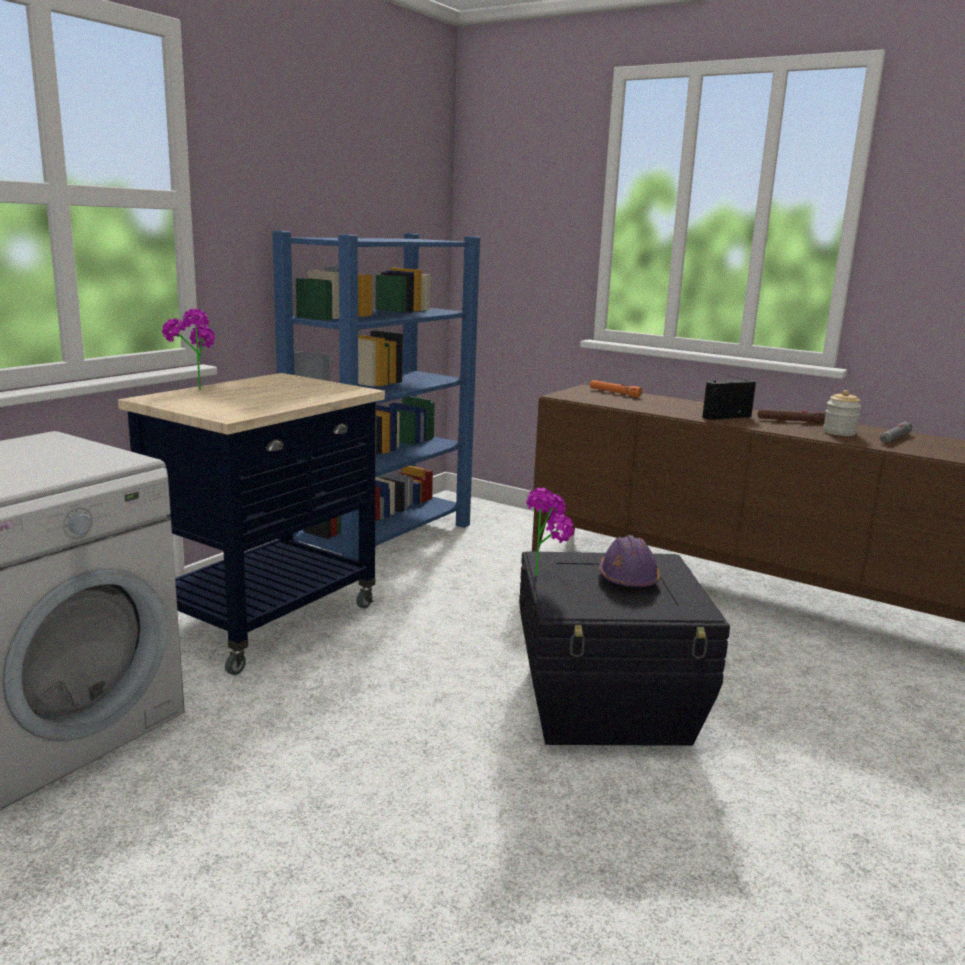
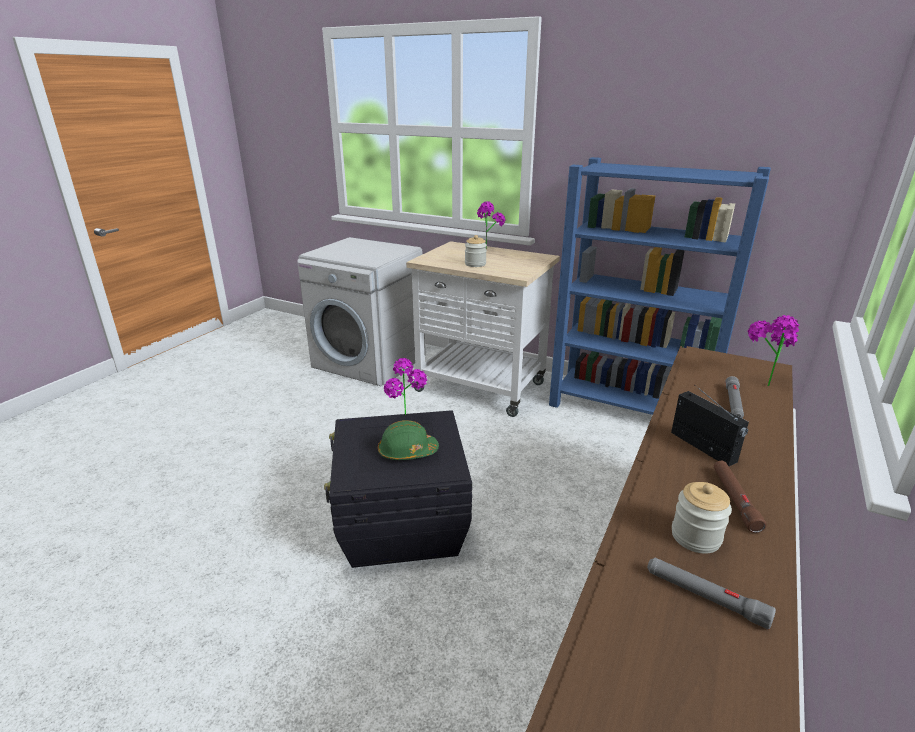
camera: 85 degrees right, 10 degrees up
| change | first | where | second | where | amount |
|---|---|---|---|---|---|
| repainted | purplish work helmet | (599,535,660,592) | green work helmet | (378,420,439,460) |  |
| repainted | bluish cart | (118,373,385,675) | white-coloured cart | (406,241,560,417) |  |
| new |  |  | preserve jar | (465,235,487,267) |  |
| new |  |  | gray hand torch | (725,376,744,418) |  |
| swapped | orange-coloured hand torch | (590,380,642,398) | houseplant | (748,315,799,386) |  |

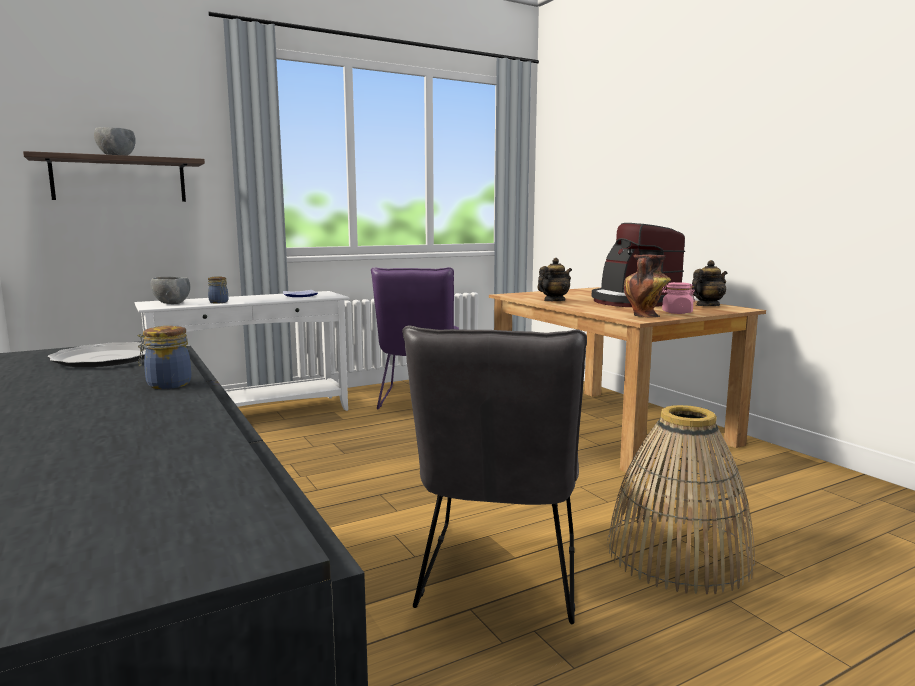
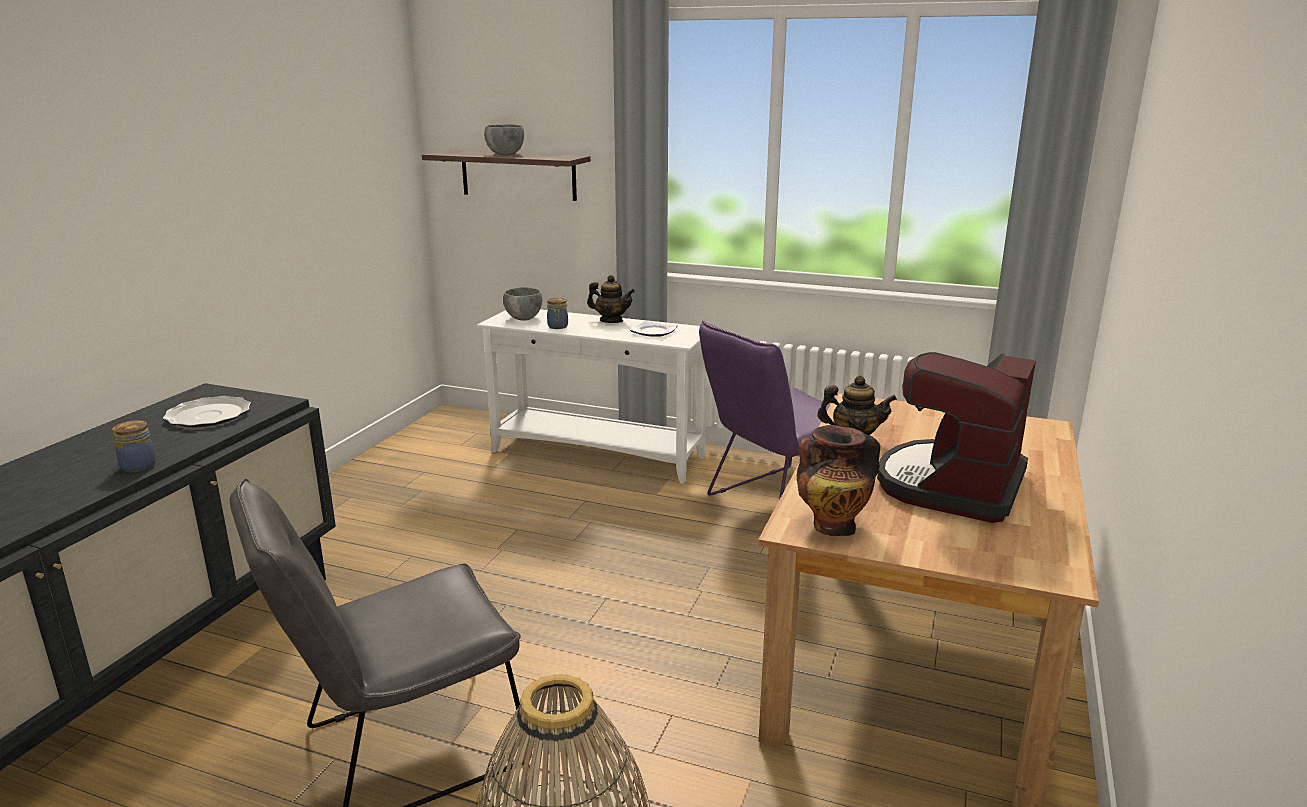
camera: 50 degrees right, 10 degrees up
| change | first | where | second | where | amount |
|---|---|---|---|---|---|
| shifted | tea pot | (691,260,727,306) |  | (587,275,635,323) |  |
| gone | pink preserve jar | (662,282,695,314) |  |  |  |

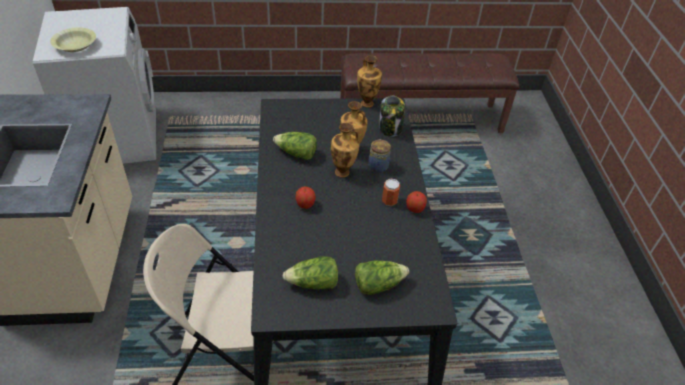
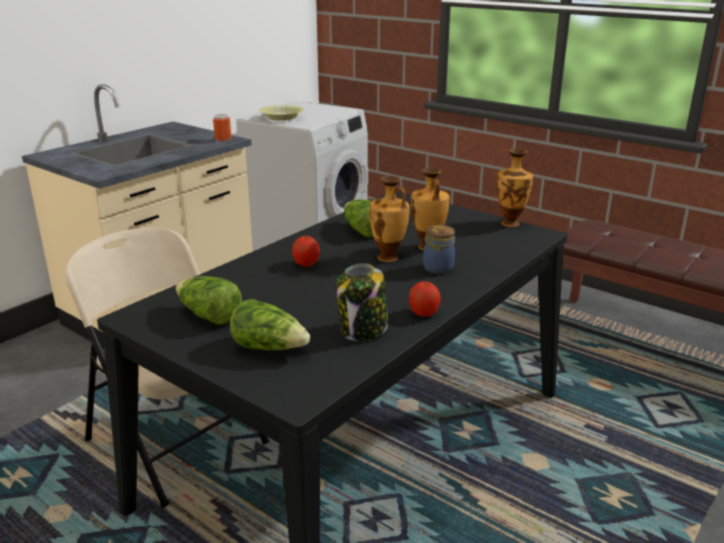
camera: 45 degrees right, 20 degrees down
| change | first | where | second | where | amount |
|---|---|---|---|---|---|
| shifted | metal can | (382,178,400,206) |  | (213,114,231,142) |  |
| shifted | preserve jar | (379,96,405,137) |  | (336,263,388,341) |  |

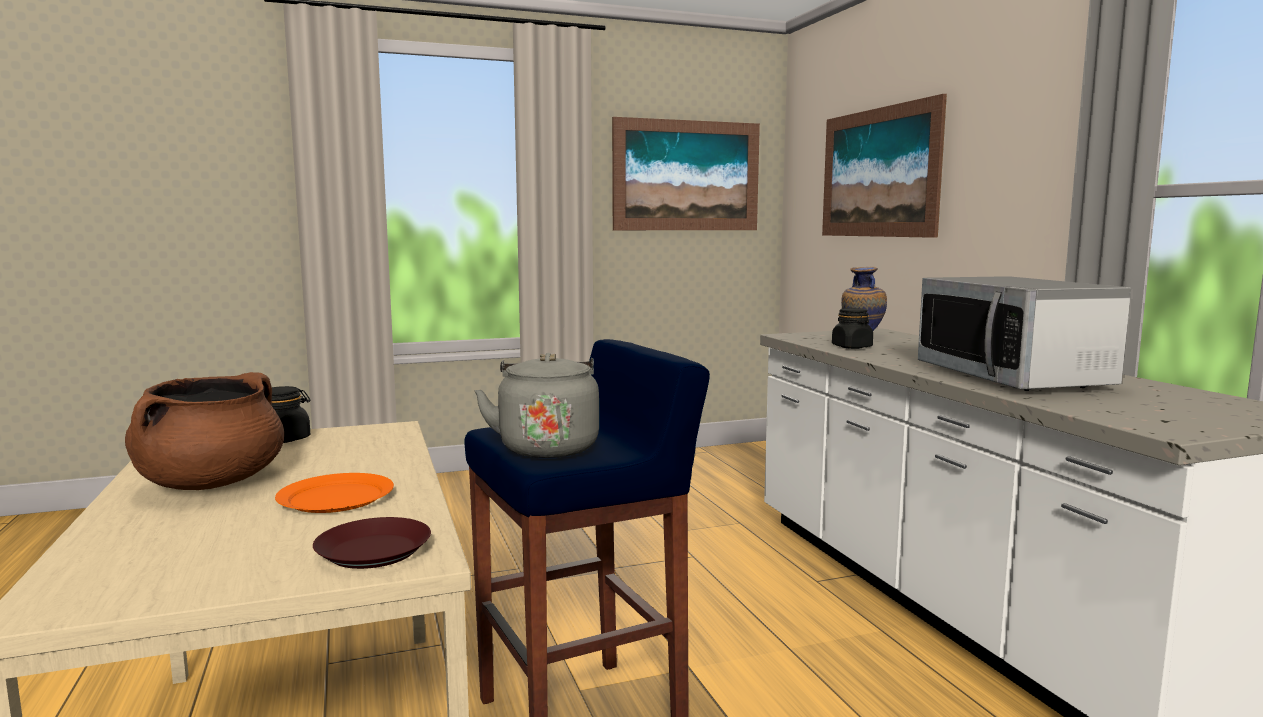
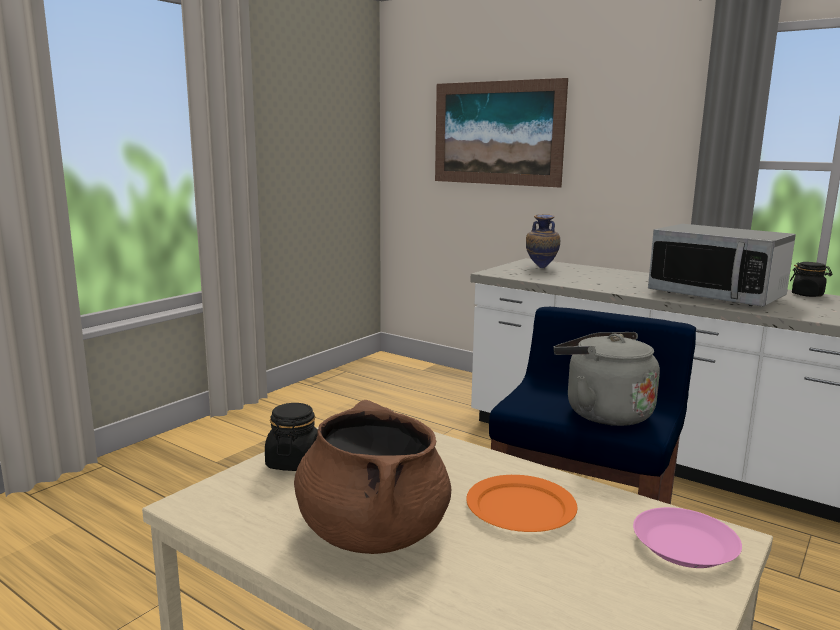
camera: 35 degrees left, 5 degrees up
| change | first | where | second | where | amount |
|---|---|---|---|---|---|
| repainted | brown plate | (313,517,431,569) | pink plate | (633,507,742,568) |  |
| shifted | blackish preserve jar | (832,308,873,349) |  | (790,262,832,297) |  |
| gone | wall picture | (612,117,760,230) |  |  |  |

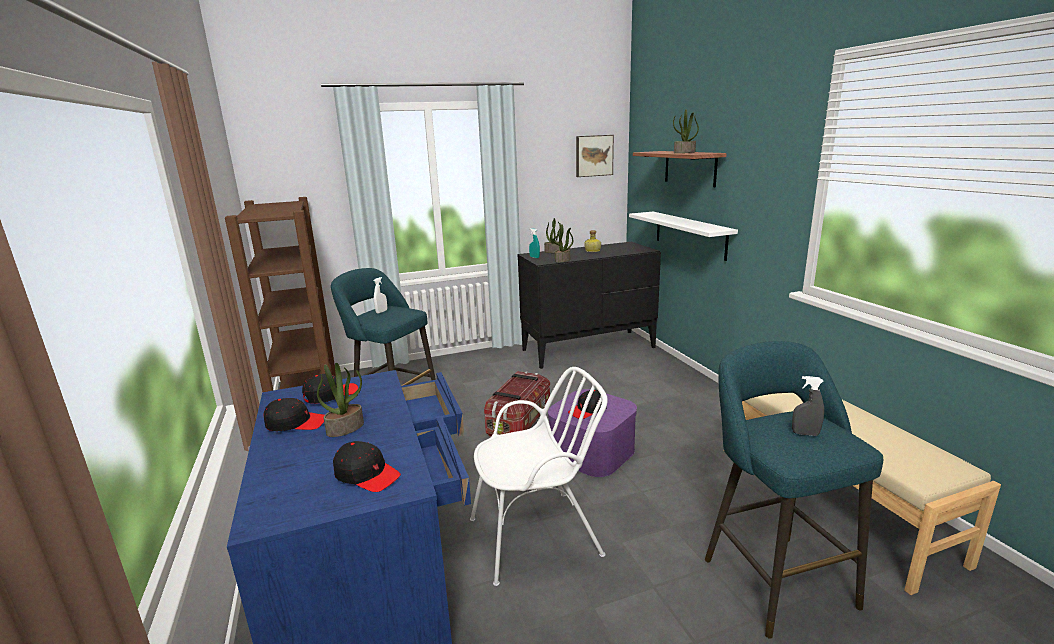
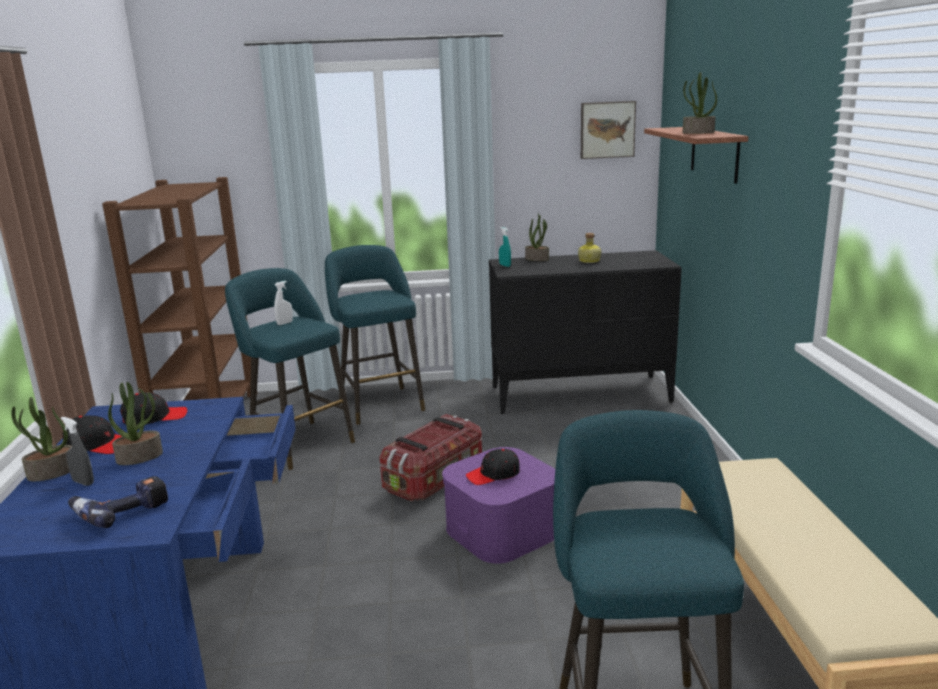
camera: 15 degrees right, 0 degrees up
| change | first | where | second | where | amount |
|---|---|---|---|---|---|
| shifted | houseplant | (551,224,573,262) |  | (11,397,72,481) |  |
| shifted | gray hand sprayer | (792,376,824,436) |  | (61,417,94,486) |  |
| swapped | blackish cap | (333,441,401,492) | drill | (68,476,168,528) |  |
| new |  |  | blue-green stool seat | (325,245,425,425) |  |
| gone | white-coloured chair | (470,367,608,586) |  |  |  |
| gone | white-coloured bracket shelf | (629,212,738,261) |  |  |  |

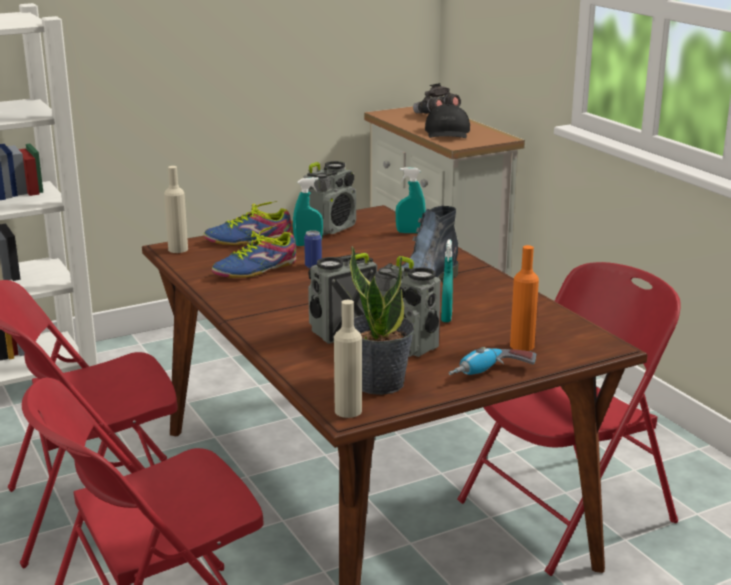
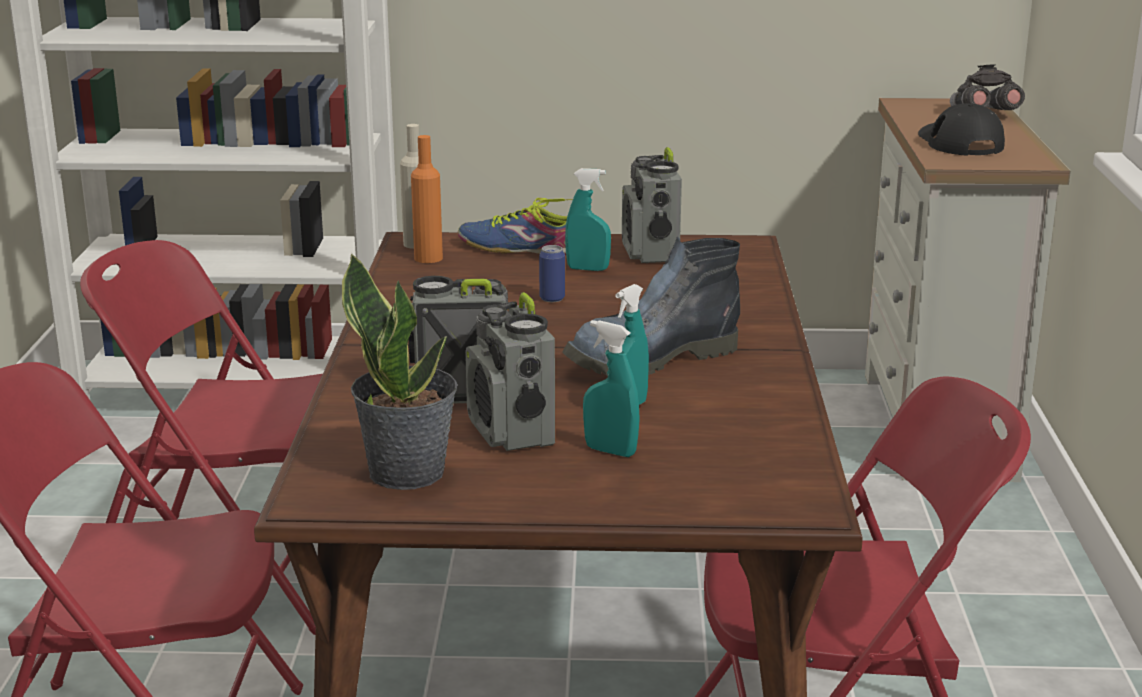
camera: 30 degrees right, 0 degrees up
| change | first | where | second | where | amount |
|---|---|---|---|---|---|
| shifted | orange-coloured beverage bottle | (510,245,539,351) |  | (411,135,443,263) |  |
| shifted | blue-green hand sprayer | (396,168,426,233) |  | (583,320,640,457) |  |
| rotated | radio receiver | (304,161,356,235) |  | (622,147,682,263) | 105 degrees clockwise |
| rotated | blackish cap | (425,104,470,138) |  | (918,103,1005,156) | 135 degrees clockwise |
| gone | item of footwear | (212,225,296,278) |  |  |  |
| gone | sand-coloured beverage bottle | (334,300,362,418) |  |  |  |
| gone | drill | (449,347,536,375) |  |  |  |

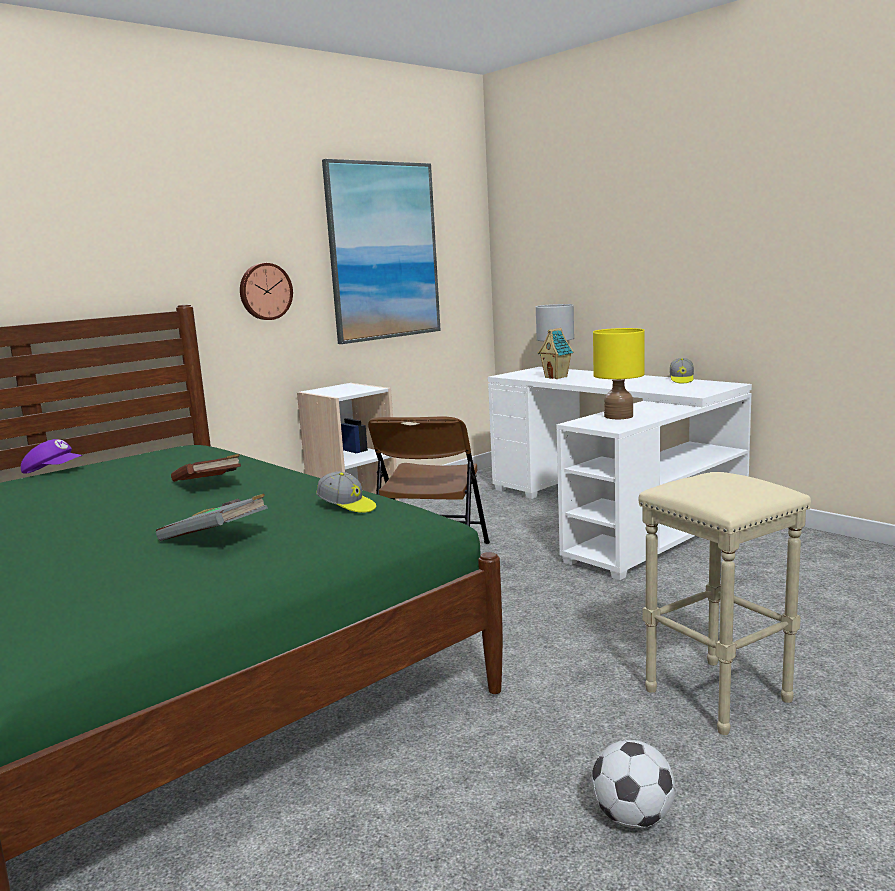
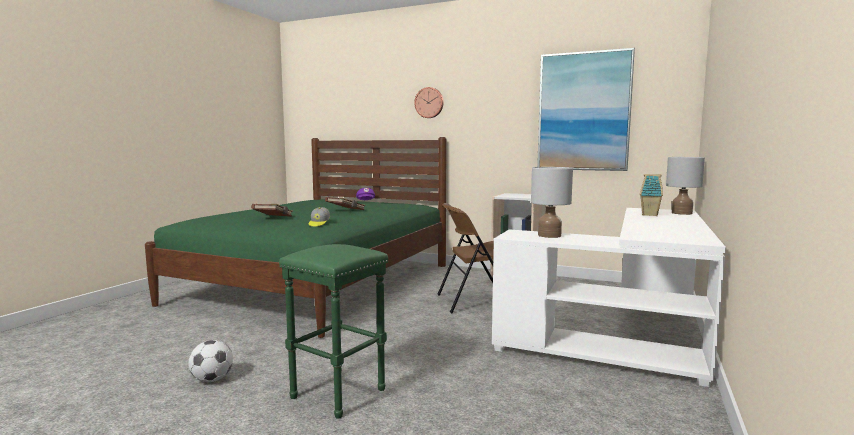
camera: 65 degrees right, 5 degrees down
| change | first | where | second | where | amount |
|---|---|---|---|---|---|
| repainted | gray volume | (156,494,268,541) | brown volume | (251,204,293,217) |  |
| repainted | sand-coloured stool seat | (638,472,811,735) | green stool seat | (279,244,388,419) |  |
| shifted | clock on the wall | (240,263,293,320) |  | (414,87,444,118) |  |
| repainted | yellow-coloured tabletop lamp | (593,328,644,419) | gray tabletop lamp | (531,167,573,238) |  |
| gone | cap | (670,358,694,383) |  |  |  |

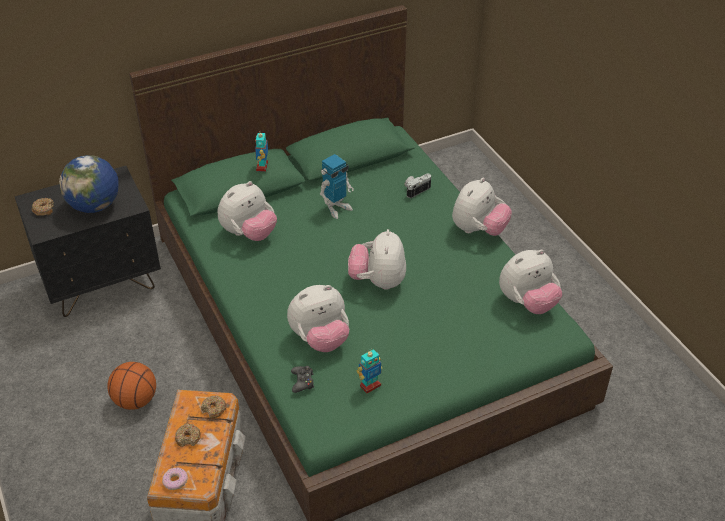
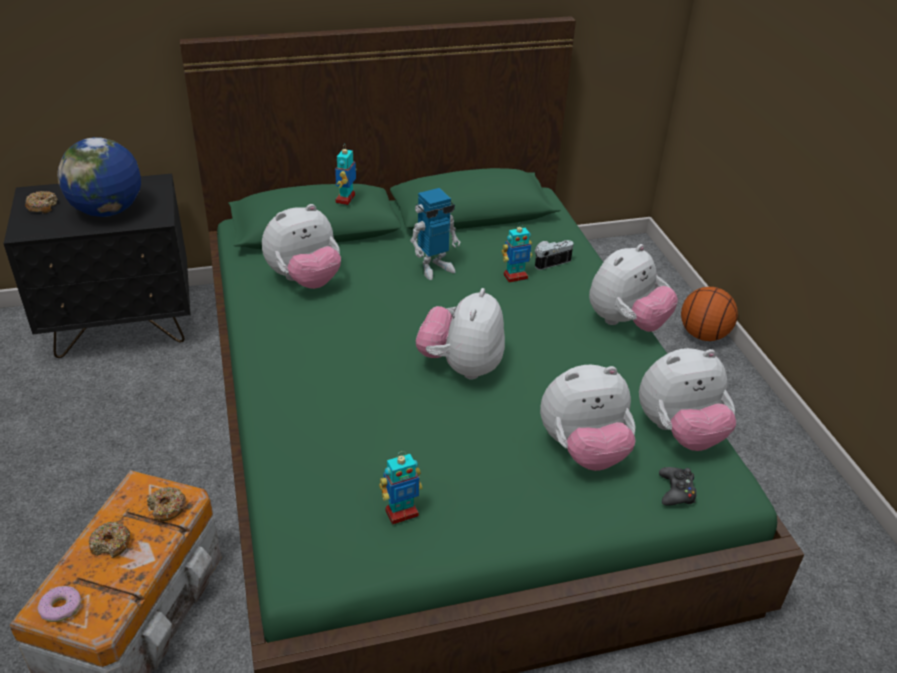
camera: 10 degrees right, 5 degrees down
| change | first | where | second | where | amount |
|---|---|---|---|---|---|
| new |  |  | toy robot | (501,222,532,282) |  |
| shifted | cuddly toy | (287,285,349,352) |  | (540,365,636,471) |  |
| shifted | blackish gamepad | (291,366,314,393) |  | (659,467,697,506) |  |
| shifted | ball for basketball | (107,362,156,410) |  | (681,287,738,341) |  |

